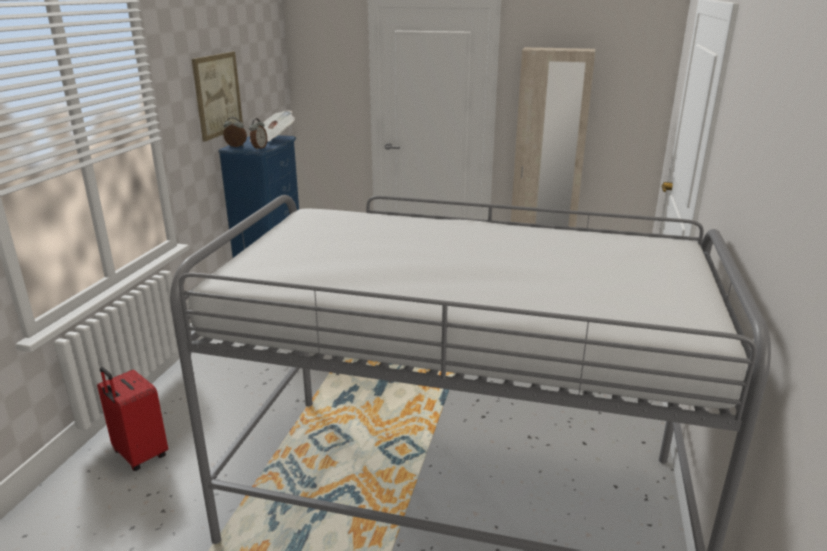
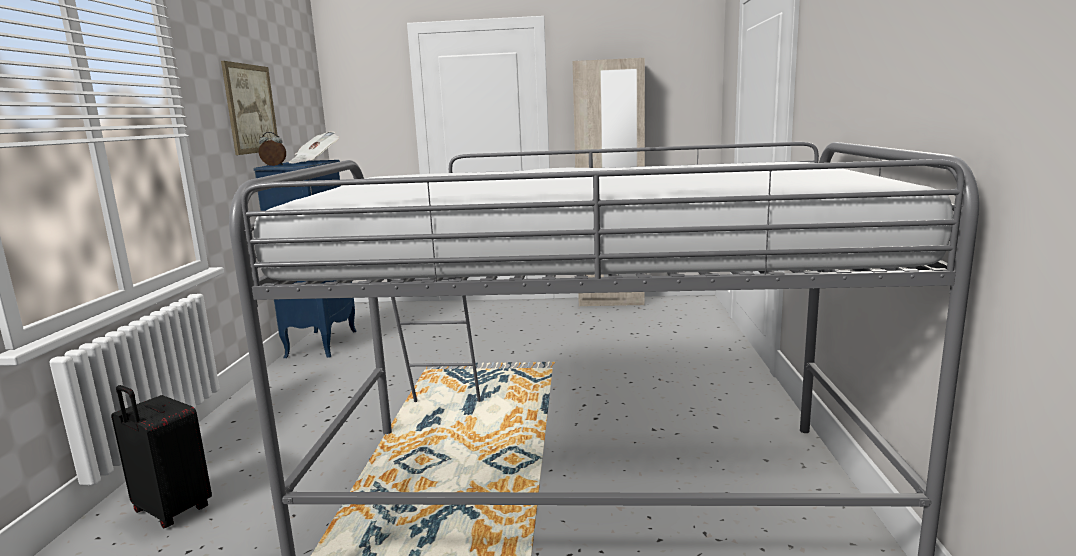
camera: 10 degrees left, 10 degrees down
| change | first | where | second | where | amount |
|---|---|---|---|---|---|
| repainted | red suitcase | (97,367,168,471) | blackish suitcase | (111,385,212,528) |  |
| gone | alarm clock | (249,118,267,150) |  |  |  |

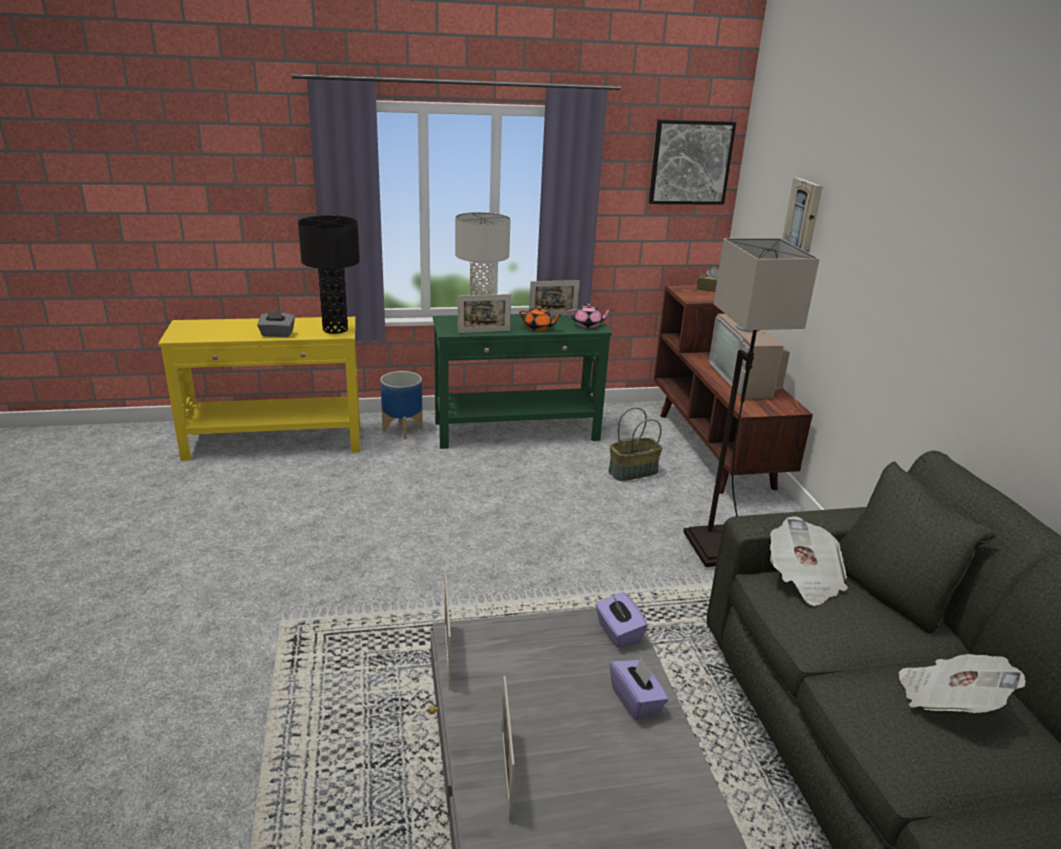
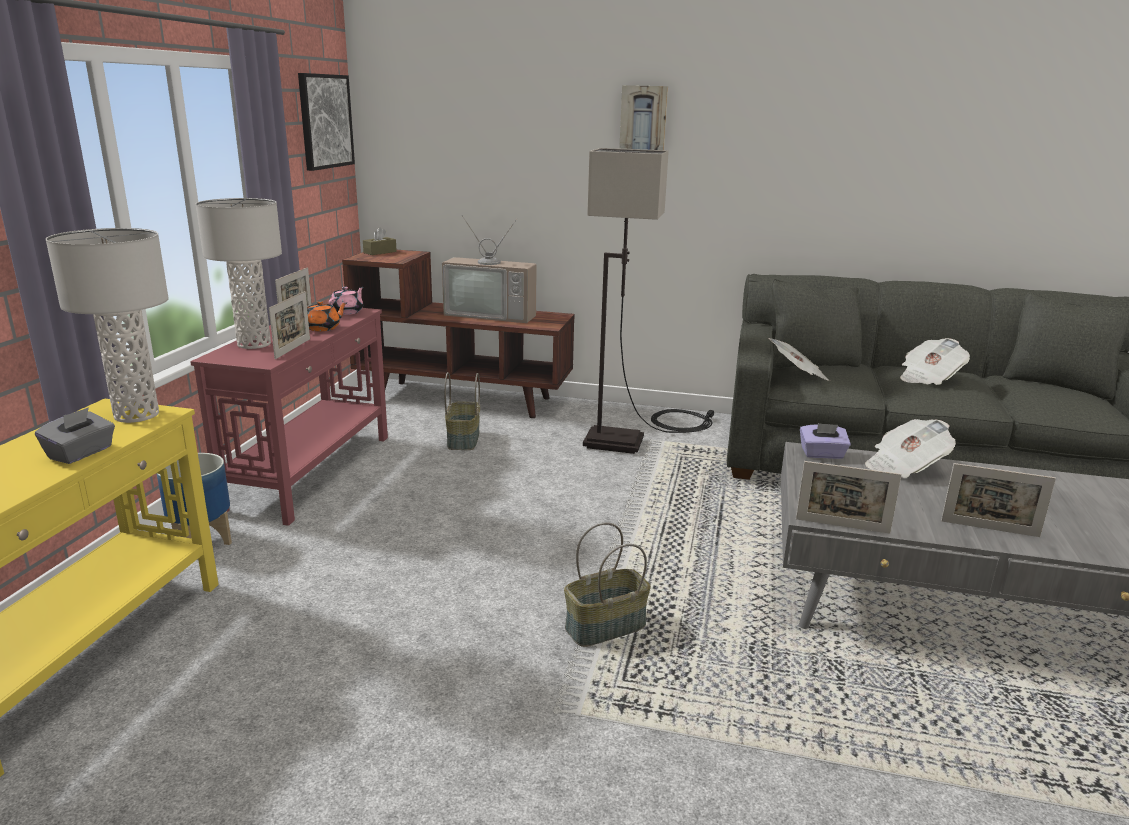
camera: 65 degrees left, 5 degrees down
| change | first | where | second | where | amount |
|---|---|---|---|---|---|
| repainted | blackish tabletop lamp | (298,215,360,334) | white-coloured tabletop lamp | (46,228,169,423) |  |
| repainted | green narrow table | (433,314,612,449) | red narrow table | (190,308,388,526) |  |
| new |  |  | storage basket | (564,522,651,647) |  |
| shifted | wall picture | (782,178,823,253) |  | (619,85,668,150) |  |
| swapped | purplish tissue holder | (610,657,669,720) | printed paper | (865,419,956,478) |  |

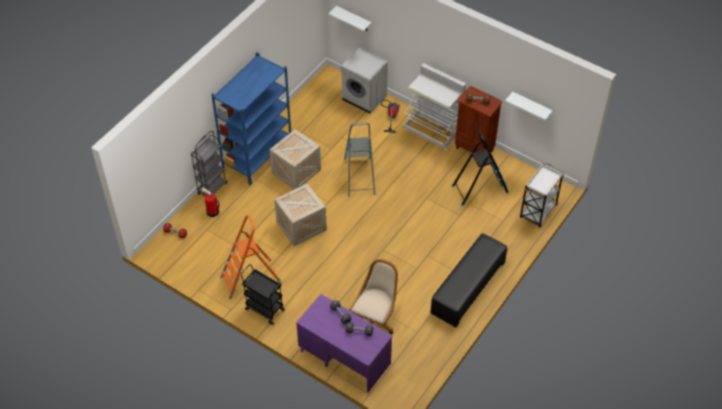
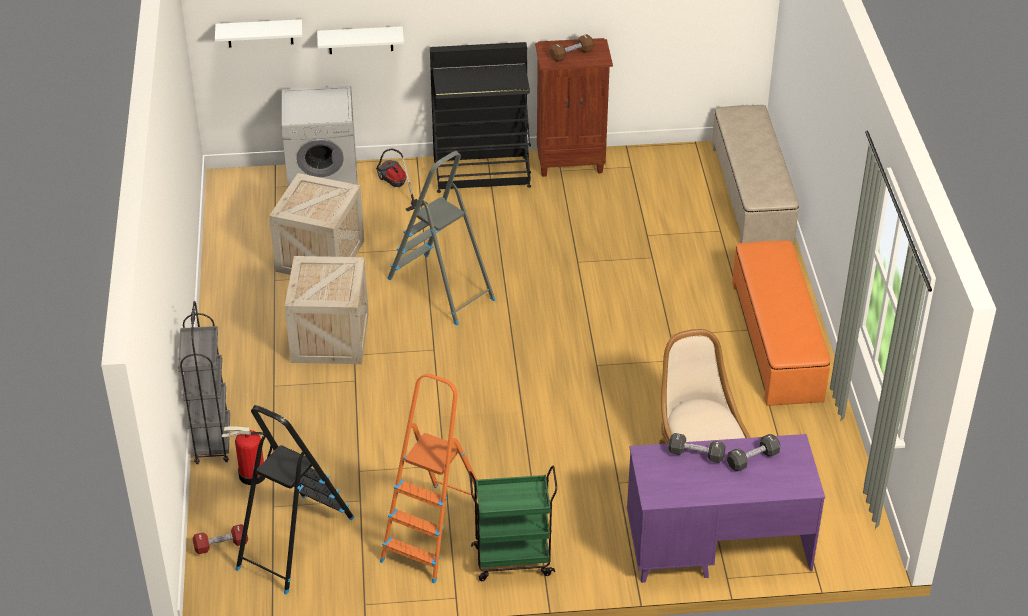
camera: 40 degrees left, 10 degrees down
| change | first | where | second | where | amount |
|---|---|---|---|---|---|
| shifted | blackish stepladder | (451,128,509,206) |  | (236,405,354,595) |  |
| shifted | crate | (274,183,327,246) |  | (269,173,364,275) |  |
| shifted | white-coloured bracket shelf | (505,92,553,120) |  | (317,26,404,54) |  |
| repainted | white-coloured shoe stand | (403,63,466,151) | blackish shoe stand | (430,42,531,193) |  |
| repainted | blackish cart | (241,264,285,325) | green cart | (469,466,557,581) |  |
| swapped | white-coloured cart | (520,163,564,227) | sand-coloured indoor bench | (712,105,799,245) |  |
| repainted | blackish indoor bench | (430,234,507,327) | orange-coloured indoor bench | (732,240,830,406) |  |
| gone | bluish bookshelf | (211,52,291,185) |  |  |  |

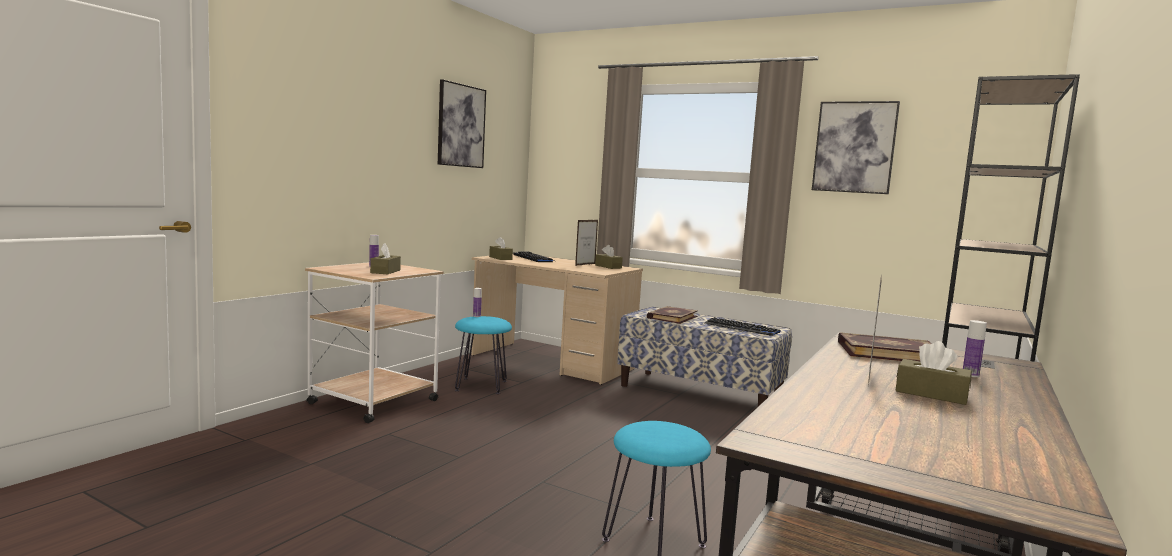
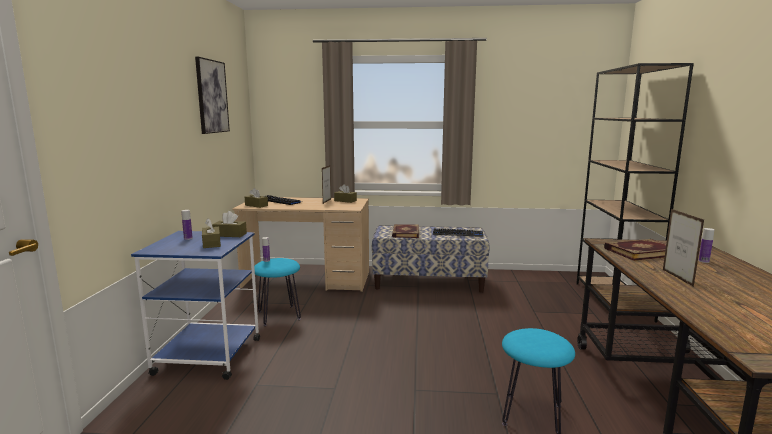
camera: 25 degrees left, 5 degrees up
| change | first | where | second | where | amount |
|---|---|---|---|---|---|
| repainted | sand-coloured cart | (305,262,444,423) | bluish cart | (131,231,260,380) |  |
| shifted | brown tissue holder | (895,341,972,405) |  | (212,211,247,237) |  |
| gone | wall picture | (812,101,900,194) |  |  |  |

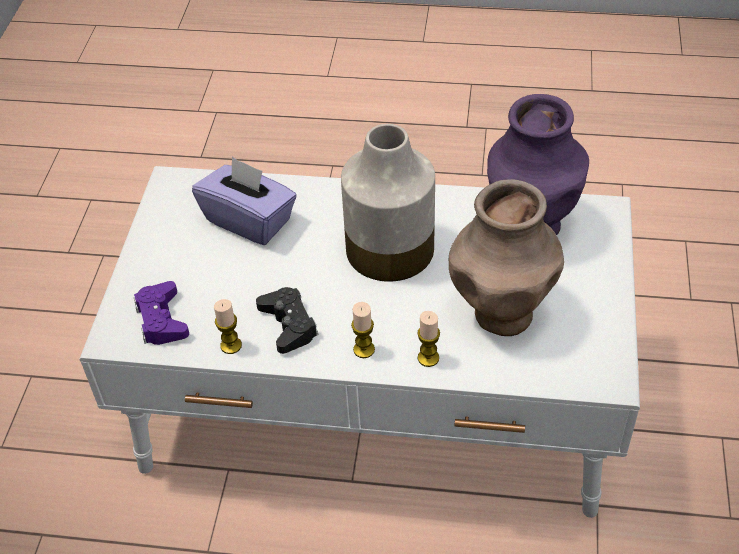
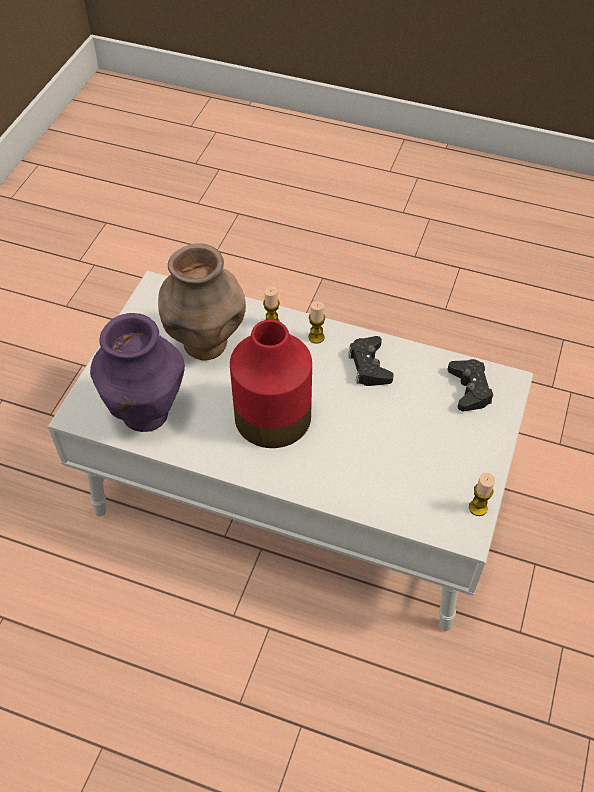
camera: 170 degrees left, 5 degrees up
| change | first | where | second | where | amount |
|---|---|---|---|---|---|
| repainted | sand-coloured vase | (341,124,435,282) | red vase | (230,320,312,448) |  |
| repainted | purplish gamepad | (134,281,189,345) | blackish gamepad | (448,359,493,411) |  |
| shifted | wax candle | (214,299,242,354) |  | (469,473,495,516) |  |
| gone | purplish tissue holder | (192,156,297,245) |  |  |  |

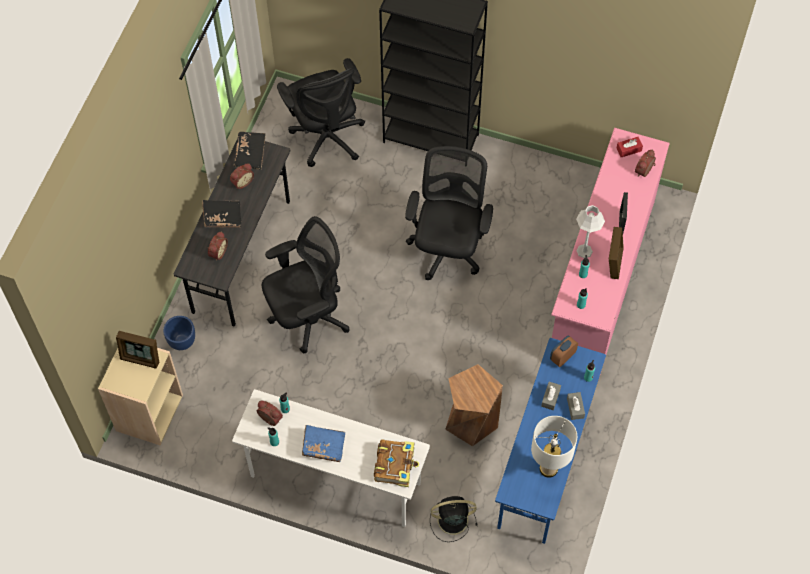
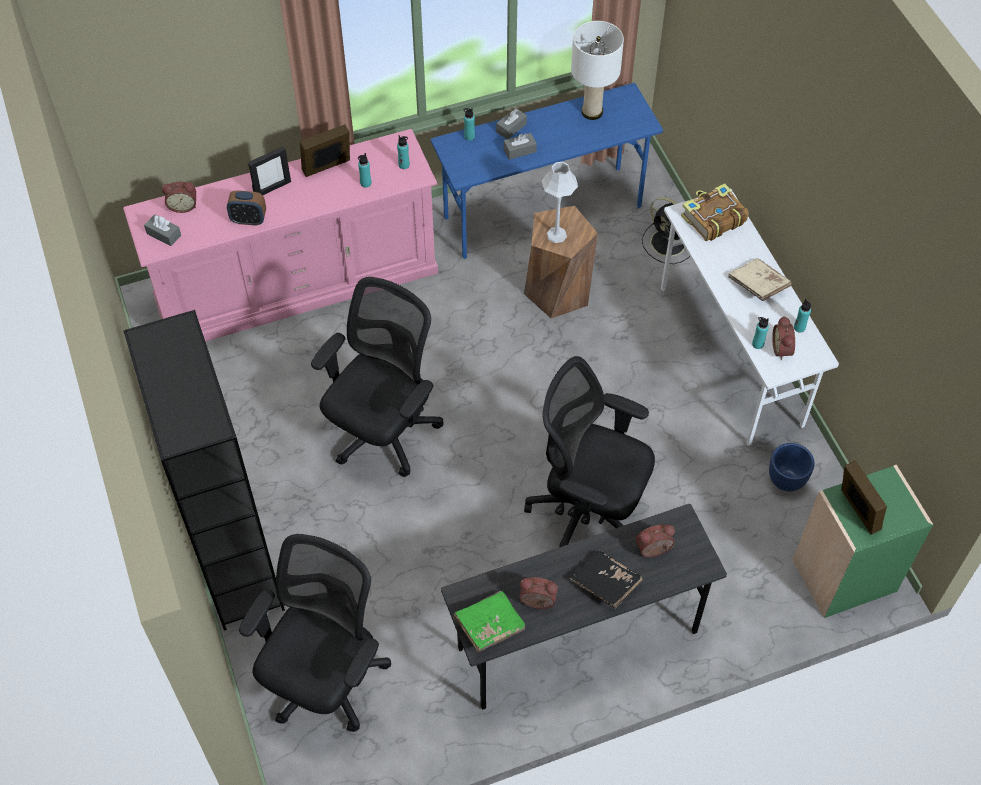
camera: 130 degrees left, 5 degrees down
| change | first | where | second | where | amount |
|---|---|---|---|---|---|
| repainted | red tissue holder | (616,137,643,157) | gray tissue holder | (144,214,181,246) |  |
| shifted | alarm clock | (550,335,578,367) |  | (227,191,266,226) |  |
| rotated | blackish desk chair | (405,146,493,280) |  | (311,277,443,477) | 150 degrees clockwise |
| repainted | blackish volume | (234,132,266,170) | green volume | (454,591,525,652) |  |
| shifted | gray tabletop lamp | (576,205,605,258) |  | (542,162,578,243) |  |
| repainted | bluish volume | (302,425,345,462) | sand-coloured volume | (728,258,792,301) |  |
| shifted | bluish plant pot | (163,316,195,350) |  | (769,443,814,492) |  |
| repainted | sand-coloured bookshelf | (98,348,183,446) | green bookshelf | (793,465,933,618) |  |

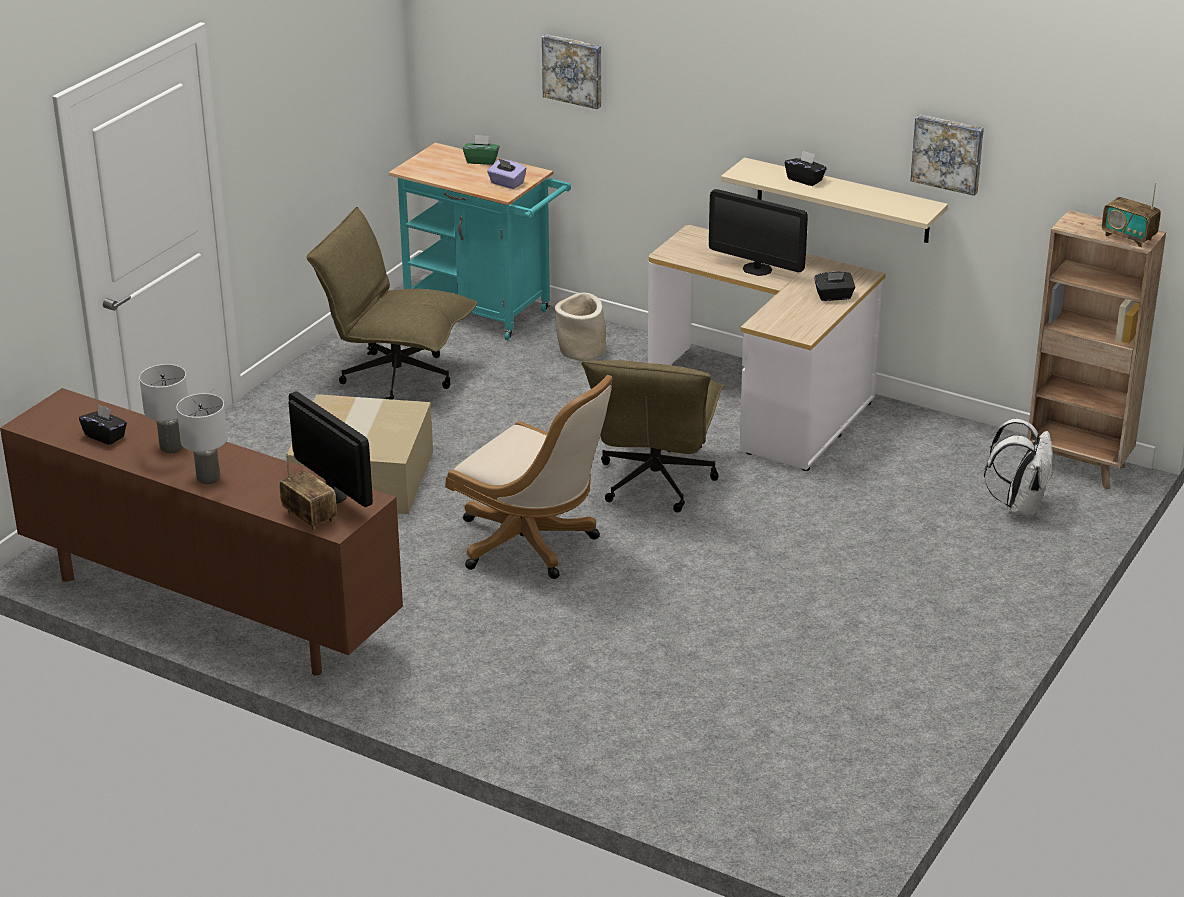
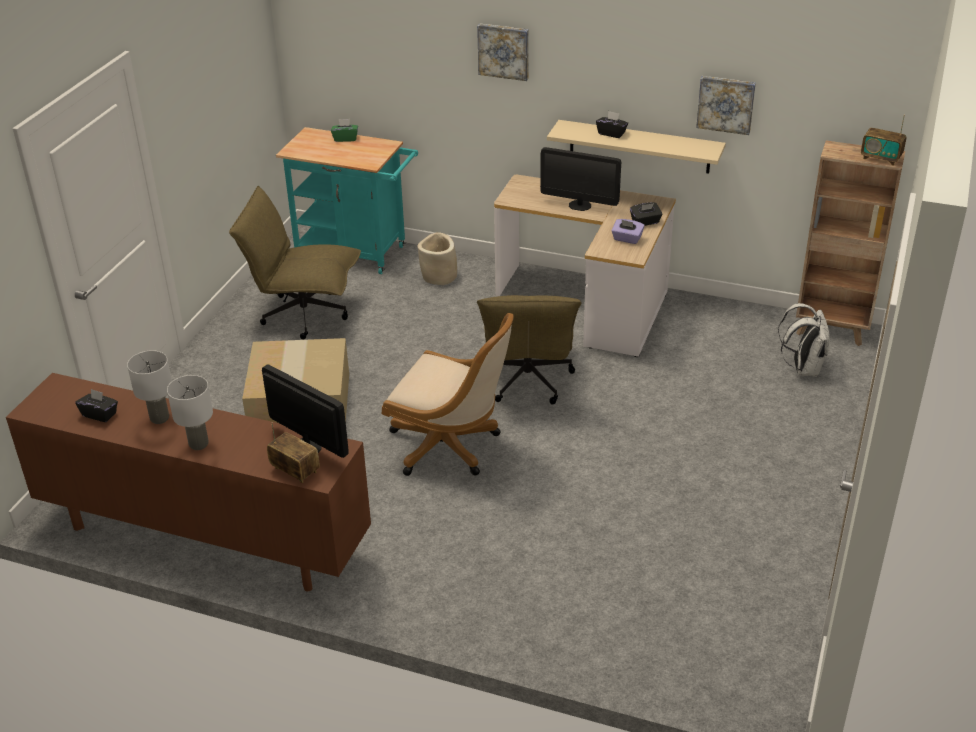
camera: 10 degrees left, 5 degrees up
| change | first | where | second | where | amount |
|---|---|---|---|---|---|
| shifted | wall picture | (542,34,601,109) |  | (477,23,529,81) |  |
| shifted | purplish tissue holder | (487,158,527,189) |  | (611,219,645,244) |  |

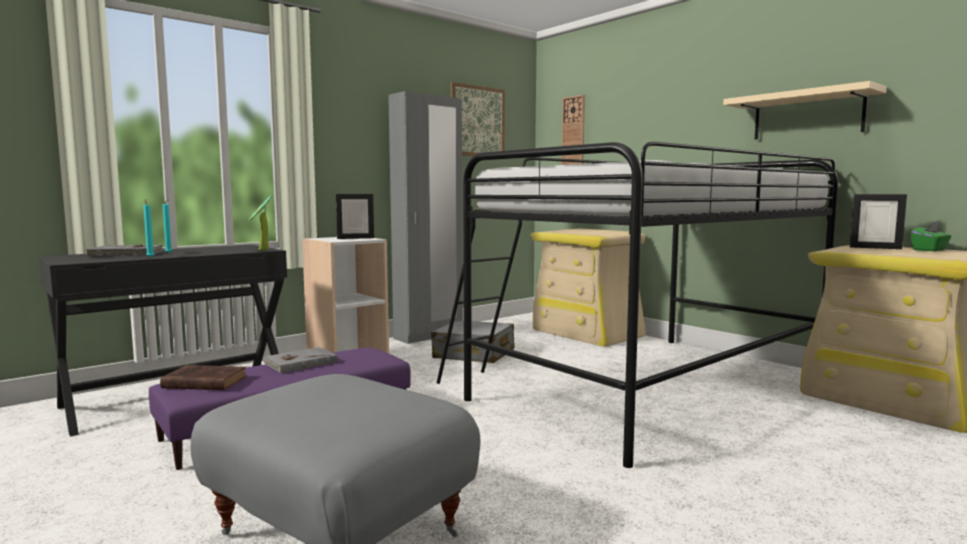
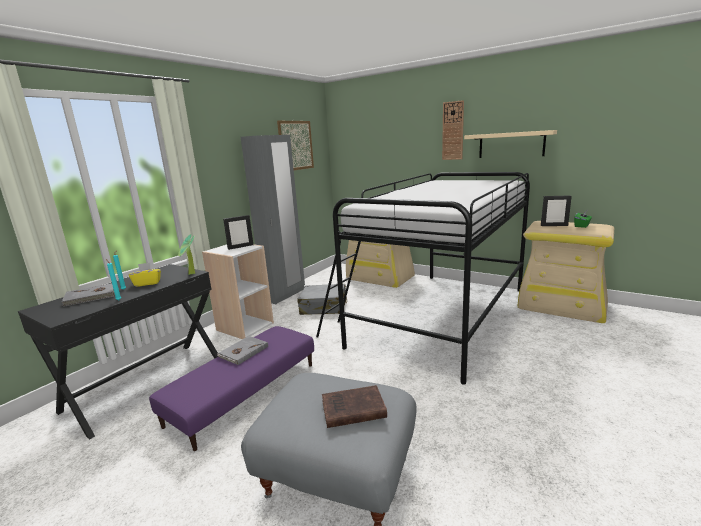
camera: 15 degrees left, 10 degrees up
| change | first | where | second | where | amount |
|---|---|---|---|---|---|
| new |  |  | yellow-coloured tissue holder | (129,263,161,287) |  |
| shifted | brown volume | (160,365,247,390) |  | (322,385,387,428) |  |
| shifted | clock on the wall | (562,95,585,165) |  | (442,100,464,160) |  |

